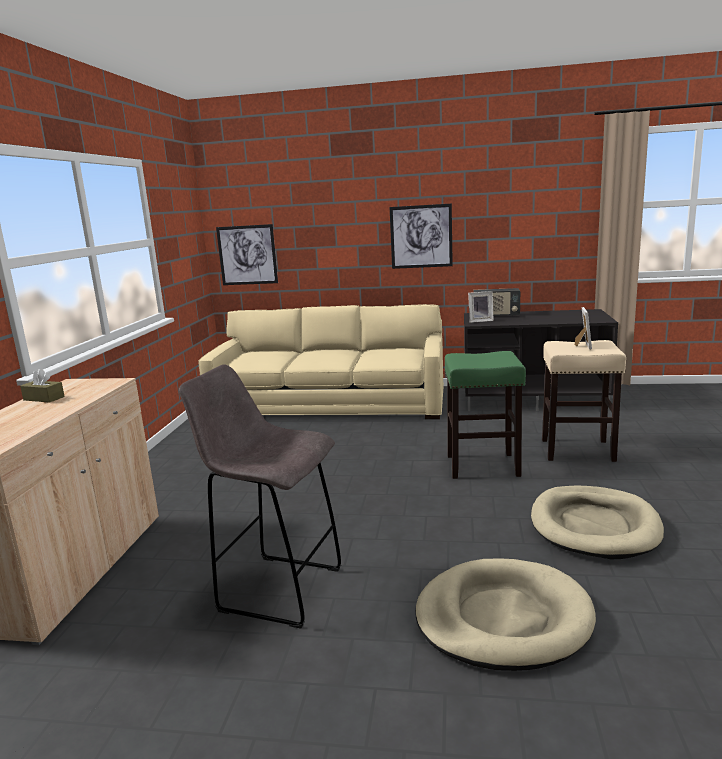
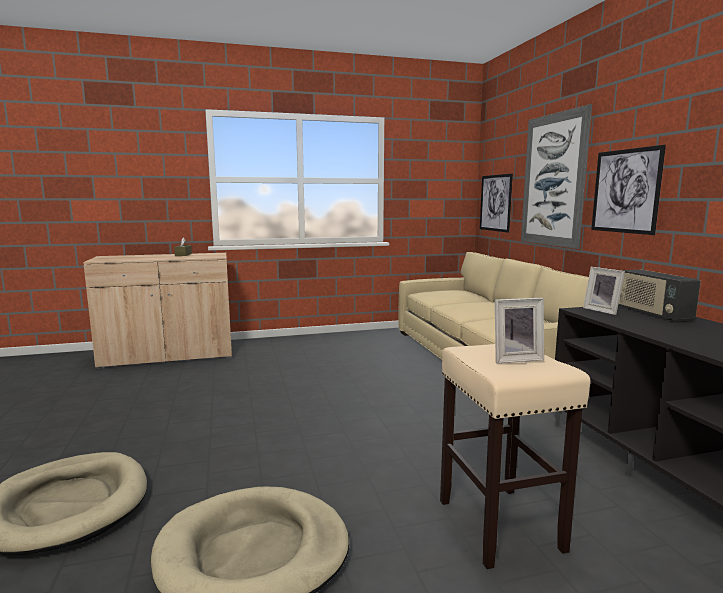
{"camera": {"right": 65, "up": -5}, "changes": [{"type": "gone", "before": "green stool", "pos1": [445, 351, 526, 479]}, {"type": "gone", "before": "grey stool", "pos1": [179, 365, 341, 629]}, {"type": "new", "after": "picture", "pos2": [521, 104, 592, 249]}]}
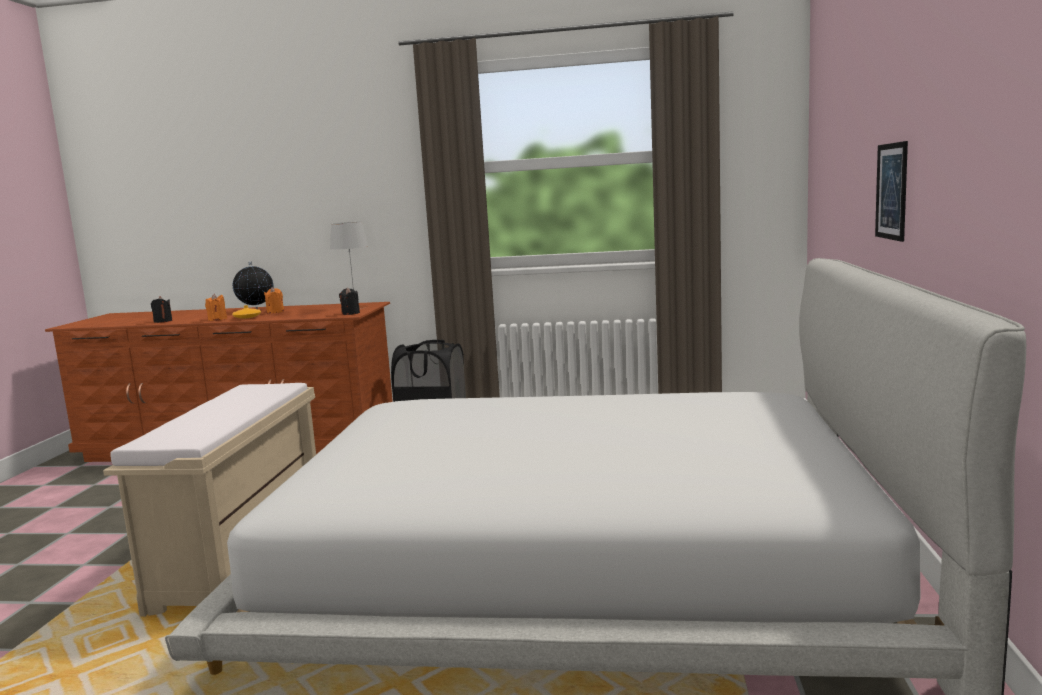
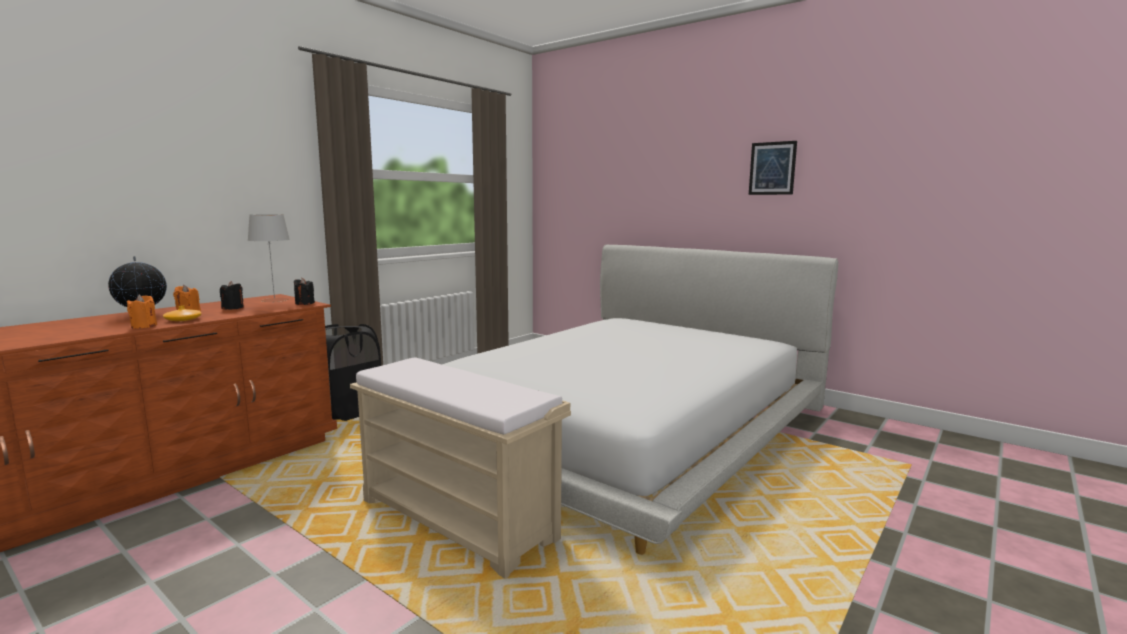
{"camera": {"right": -60, "up": 0}, "changes": [{"type": "shifted", "before": "picture", "pos1": [875, 141, 908, 242], "pos2": [749, 141, 797, 195]}, {"type": "shifted", "before": "black candle", "pos1": [151, 296, 173, 323], "pos2": [220, 281, 244, 310]}]}
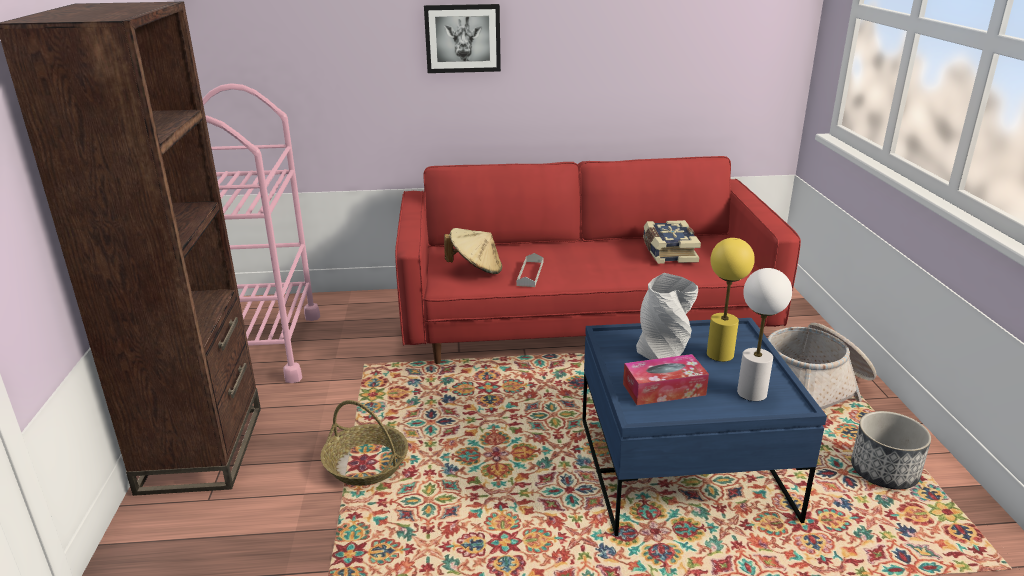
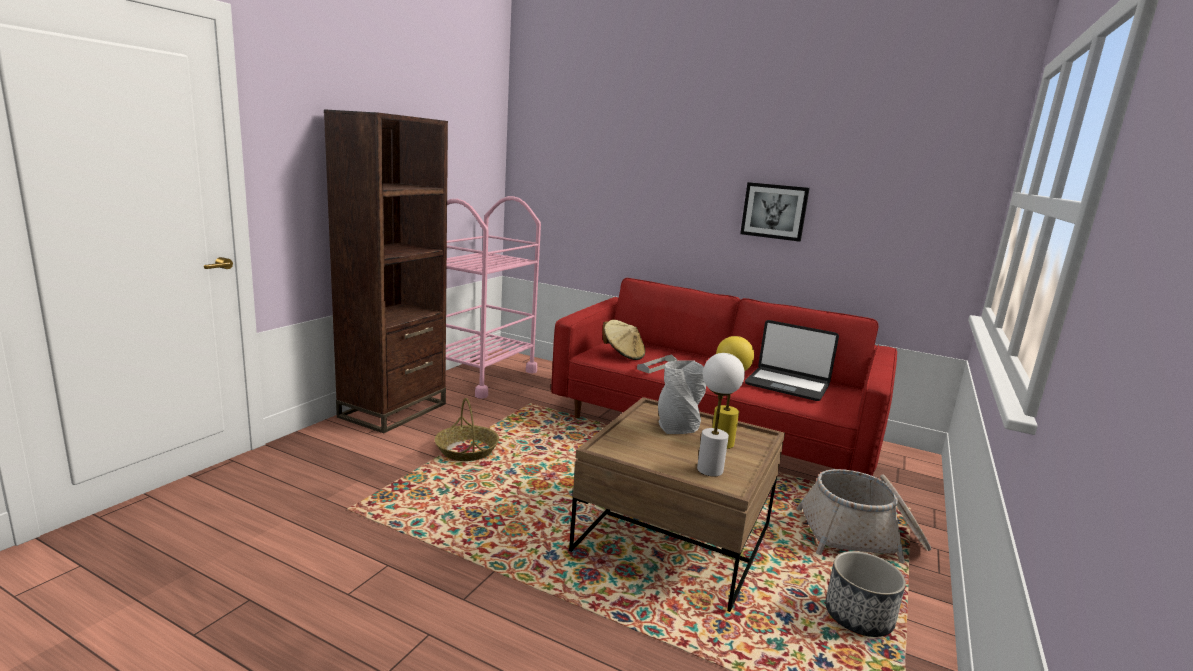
{"camera": {"right": 30, "up": -10}, "changes": [{"type": "shifted", "before": "picture", "pos1": [424, 4, 501, 73], "pos2": [740, 182, 810, 242]}, {"type": "swapped", "before": "book", "after": "laptop", "pos1": [643, 220, 701, 264], "pos2": [745, 320, 839, 401]}, {"type": "repainted", "before": "blue coffee table", "after": "brown coffee table", "pos1": [582, 318, 827, 536], "pos2": [569, 397, 785, 612]}, {"type": "gone", "before": "tissue box", "pos1": [623, 354, 709, 405]}]}
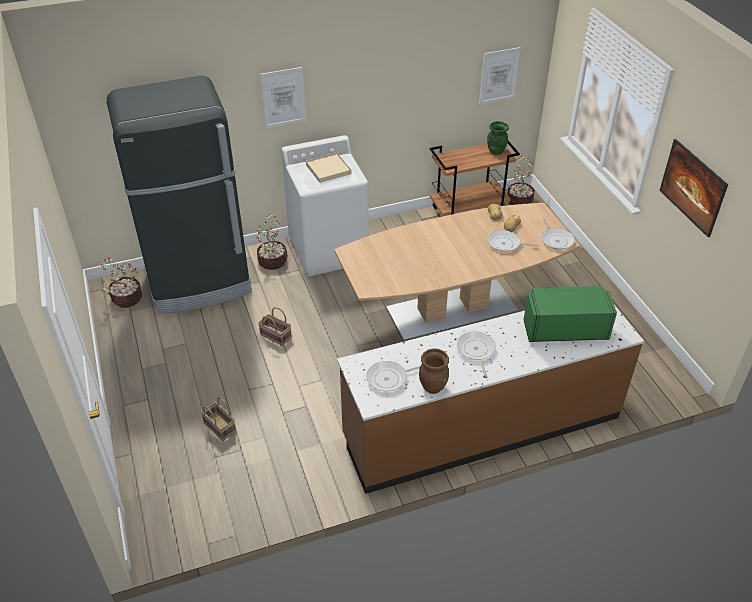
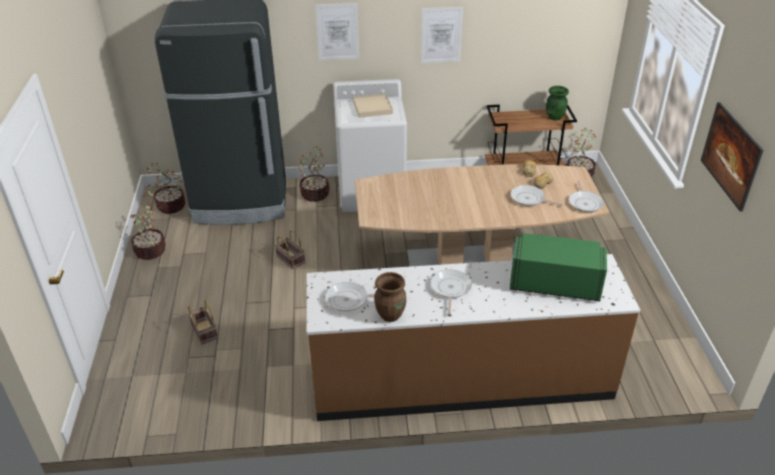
{"camera": {"right": 15, "up": -5}, "changes": [{"type": "shifted", "before": "picture", "pos1": [479, 47, 521, 104], "pos2": [421, 7, 463, 63]}, {"type": "new", "after": "potted plant", "pos2": [130, 204, 166, 260]}]}
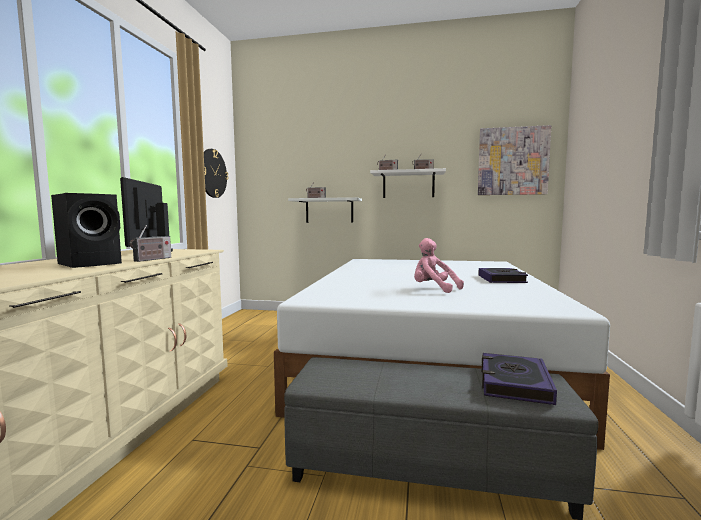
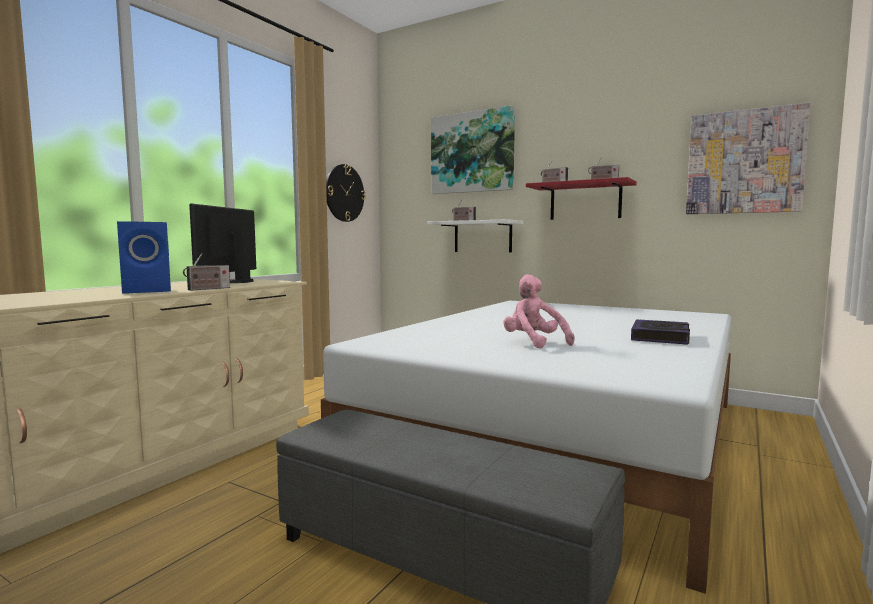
{"camera": {"right": 20, "up": 0}, "changes": [{"type": "repainted", "before": "white shelf", "after": "red shelf", "pos1": [370, 168, 446, 198], "pos2": [526, 177, 637, 220]}, {"type": "repainted", "before": "black speaker", "after": "blue speaker", "pos1": [51, 193, 122, 268], "pos2": [117, 221, 171, 293]}, {"type": "gone", "before": "book", "pos1": [481, 353, 557, 405]}, {"type": "new", "after": "picture", "pos2": [431, 105, 515, 194]}]}
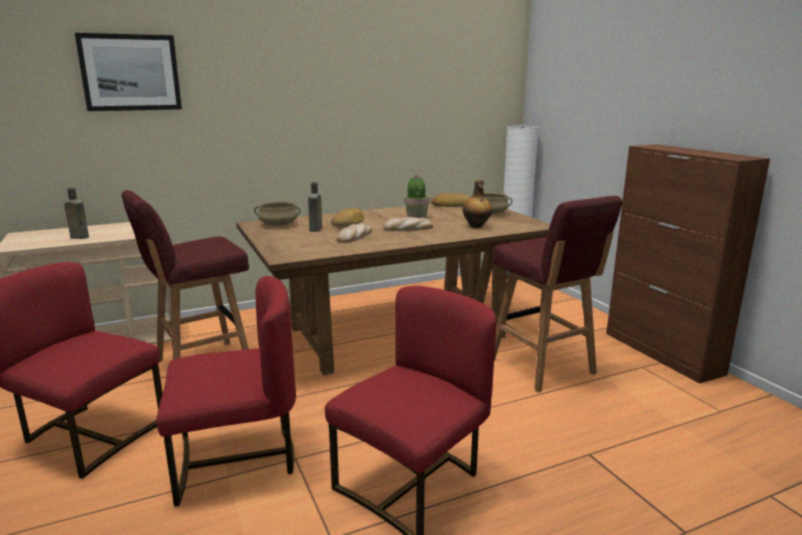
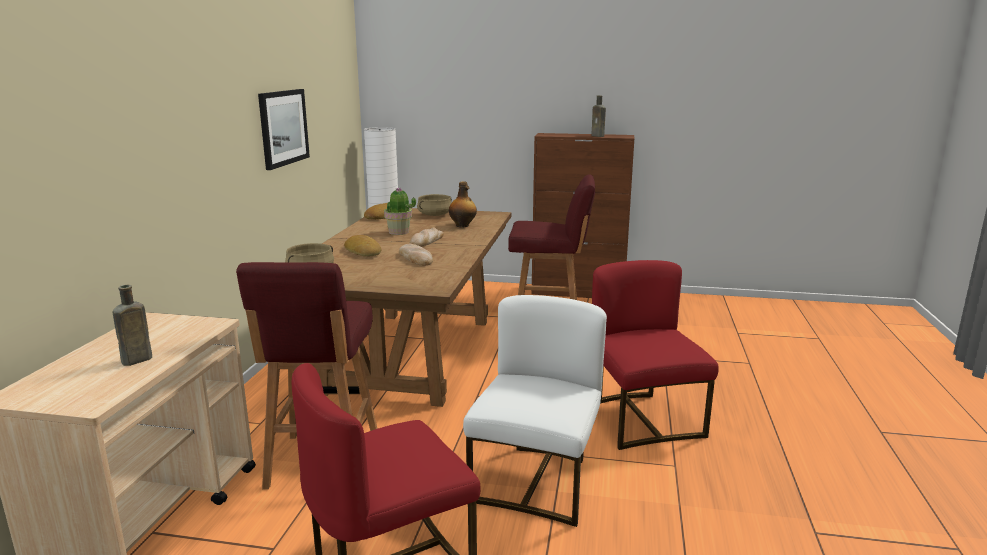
{"camera": {"right": -55, "up": 0}, "changes": [{"type": "shifted", "before": "picture", "pos1": [75, 33, 182, 111], "pos2": [258, 89, 310, 170]}, {"type": "shifted", "before": "brown bottle", "pos1": [308, 182, 322, 232], "pos2": [591, 95, 606, 137]}, {"type": "repainted", "before": "red chair", "after": "white chair", "pos1": [156, 276, 296, 507], "pos2": [463, 295, 607, 527]}]}
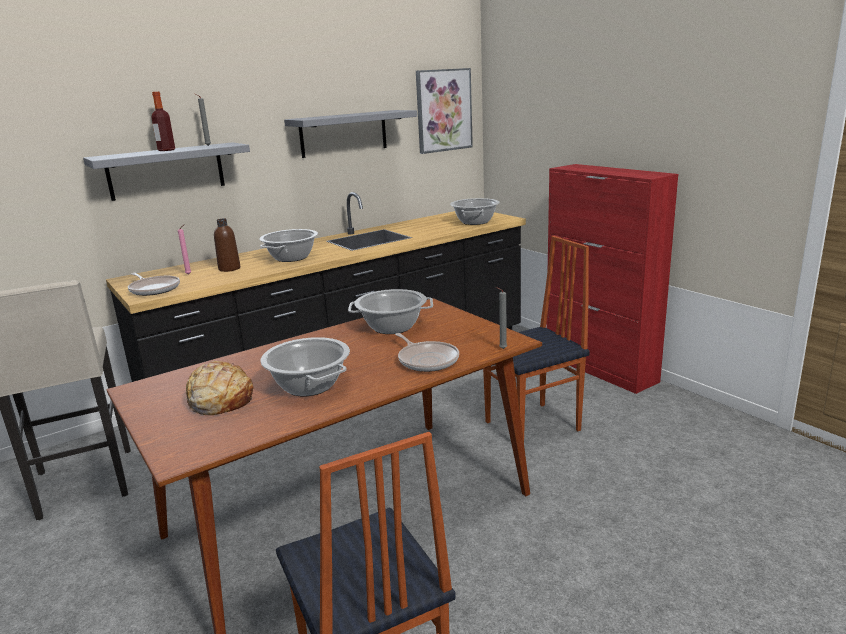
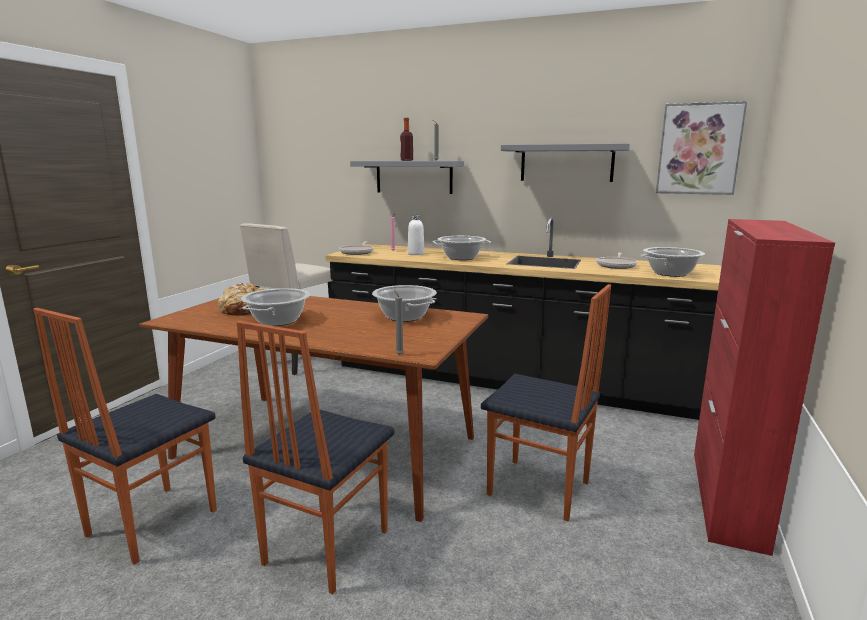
{"camera": {"right": 55, "up": -5}, "changes": [{"type": "repainted", "before": "brown bottle", "after": "white bottle", "pos1": [214, 218, 240, 272], "pos2": [408, 214, 424, 255]}, {"type": "shifted", "before": "frying pan", "pos1": [395, 333, 459, 372], "pos2": [596, 253, 638, 269]}, {"type": "new", "after": "chair", "pos2": [236, 320, 394, 594]}]}
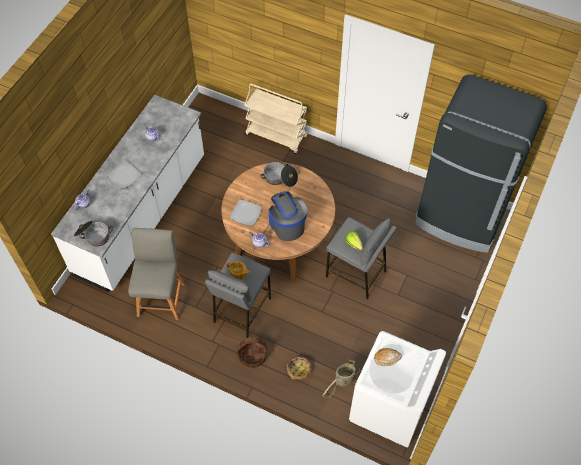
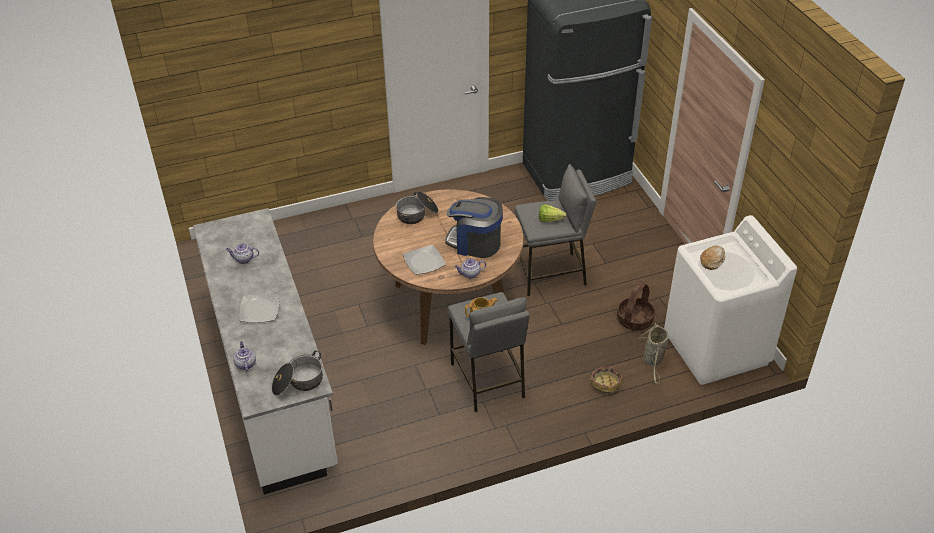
{"camera": {"right": -45, "up": -15}, "changes": [{"type": "gone", "before": "beige cart", "pos1": [244, 84, 307, 154]}, {"type": "gone", "before": "grey chair", "pos1": [128, 228, 185, 320]}, {"type": "shifted", "before": "basket", "pos1": [237, 337, 267, 368], "pos2": [617, 282, 655, 331]}]}
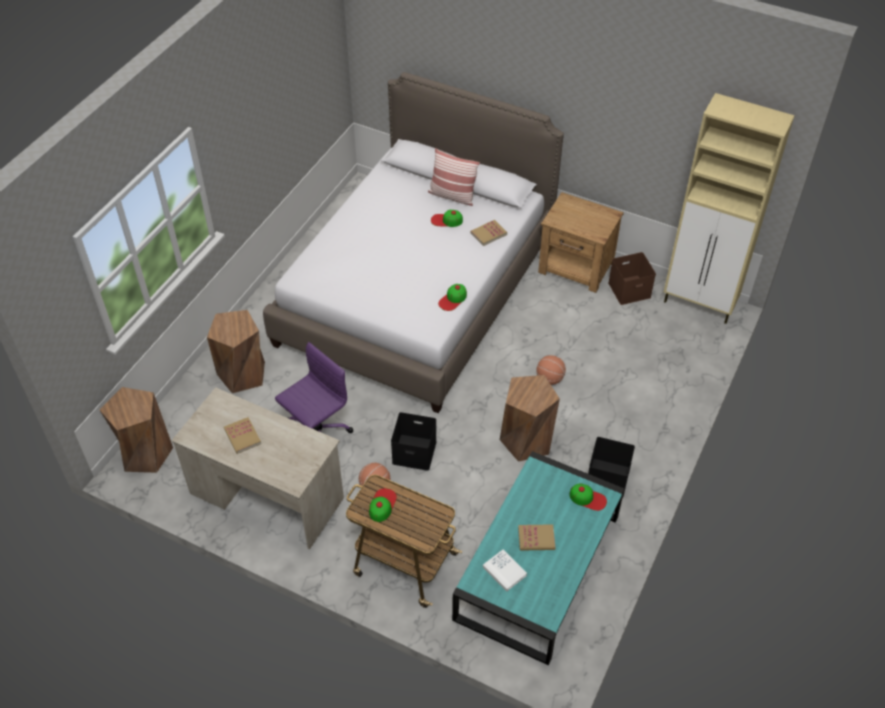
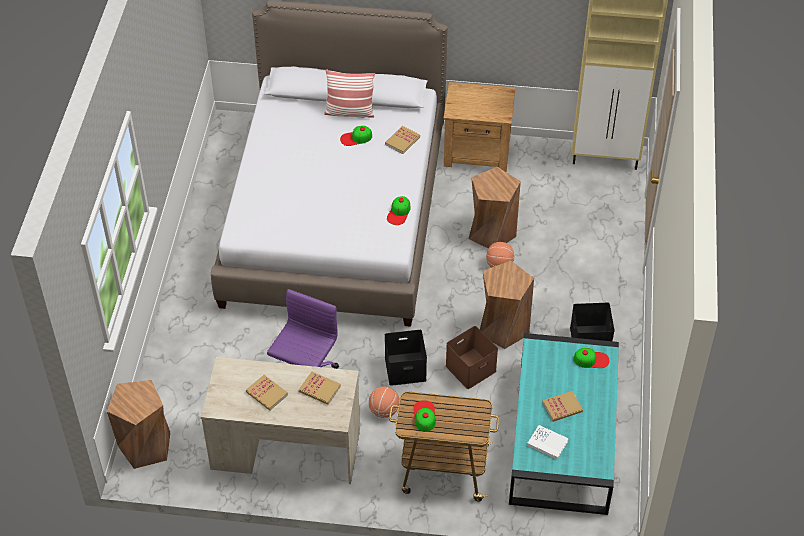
{"camera": {"right": -20, "up": 0}, "changes": [{"type": "shifted", "before": "brown storage box", "pos1": [608, 252, 656, 305], "pos2": [446, 326, 498, 389]}, {"type": "shifted", "before": "brown stool", "pos1": [207, 310, 265, 394], "pos2": [469, 167, 521, 248]}, {"type": "new", "after": "book", "pos2": [299, 371, 341, 405]}]}
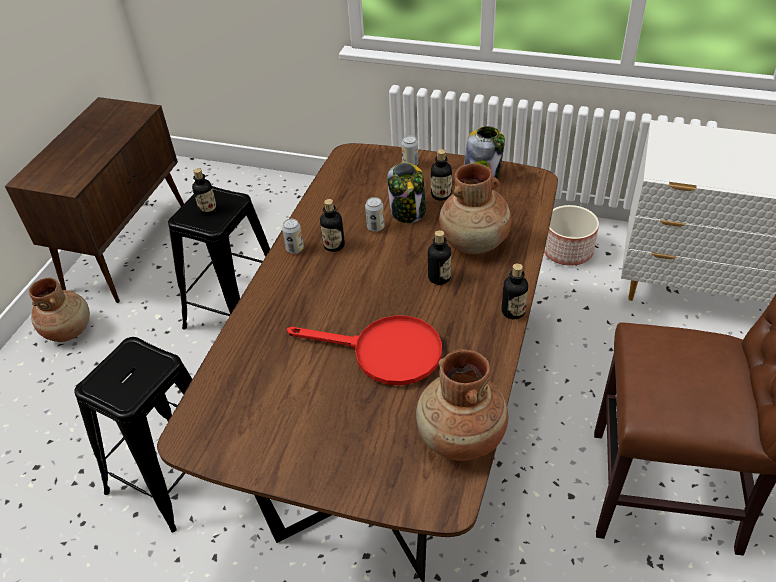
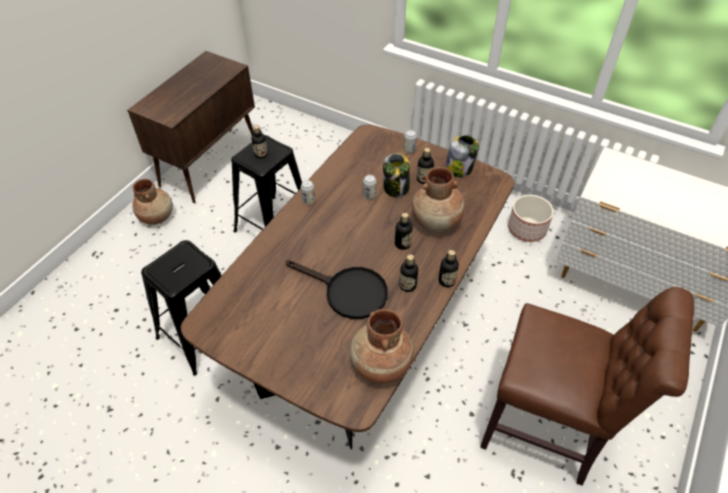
{"camera": {"right": 10, "up": 5}, "changes": [{"type": "shifted", "before": "bottle", "pos1": [320, 199, 345, 252], "pos2": [399, 254, 418, 292]}, {"type": "repainted", "before": "red frying pan", "after": "black frying pan", "pos1": [287, 315, 442, 385], "pos2": [286, 260, 388, 319]}]}
